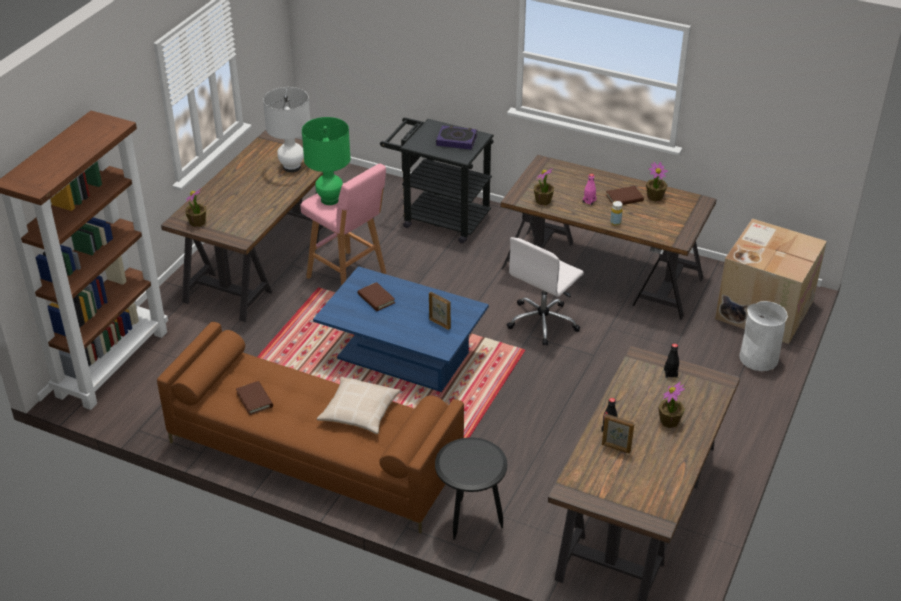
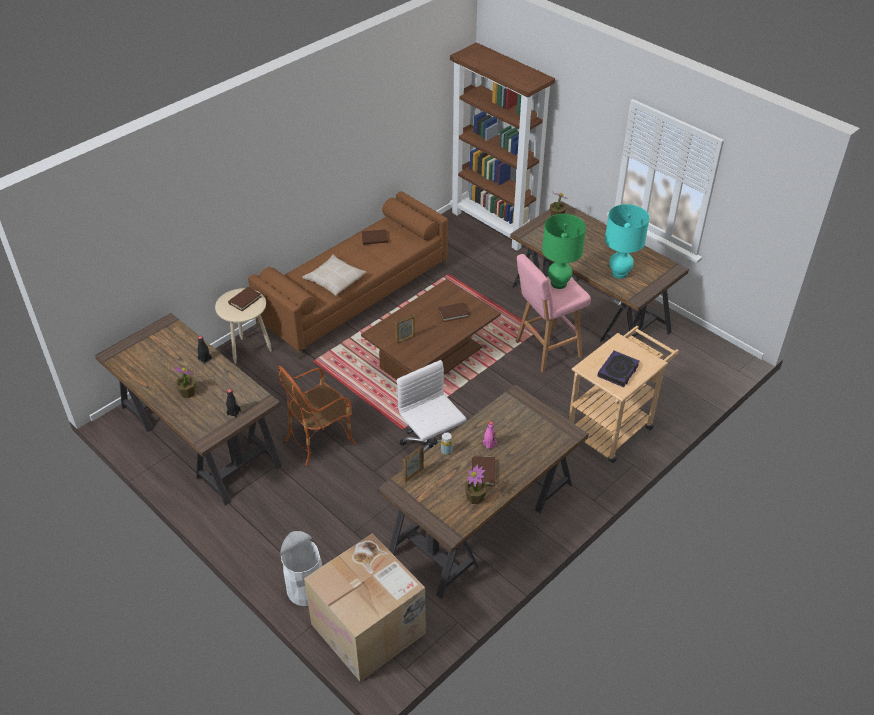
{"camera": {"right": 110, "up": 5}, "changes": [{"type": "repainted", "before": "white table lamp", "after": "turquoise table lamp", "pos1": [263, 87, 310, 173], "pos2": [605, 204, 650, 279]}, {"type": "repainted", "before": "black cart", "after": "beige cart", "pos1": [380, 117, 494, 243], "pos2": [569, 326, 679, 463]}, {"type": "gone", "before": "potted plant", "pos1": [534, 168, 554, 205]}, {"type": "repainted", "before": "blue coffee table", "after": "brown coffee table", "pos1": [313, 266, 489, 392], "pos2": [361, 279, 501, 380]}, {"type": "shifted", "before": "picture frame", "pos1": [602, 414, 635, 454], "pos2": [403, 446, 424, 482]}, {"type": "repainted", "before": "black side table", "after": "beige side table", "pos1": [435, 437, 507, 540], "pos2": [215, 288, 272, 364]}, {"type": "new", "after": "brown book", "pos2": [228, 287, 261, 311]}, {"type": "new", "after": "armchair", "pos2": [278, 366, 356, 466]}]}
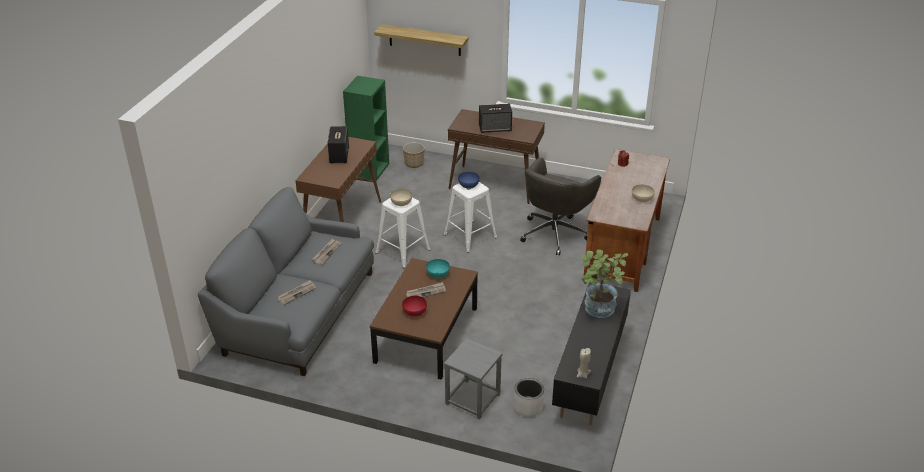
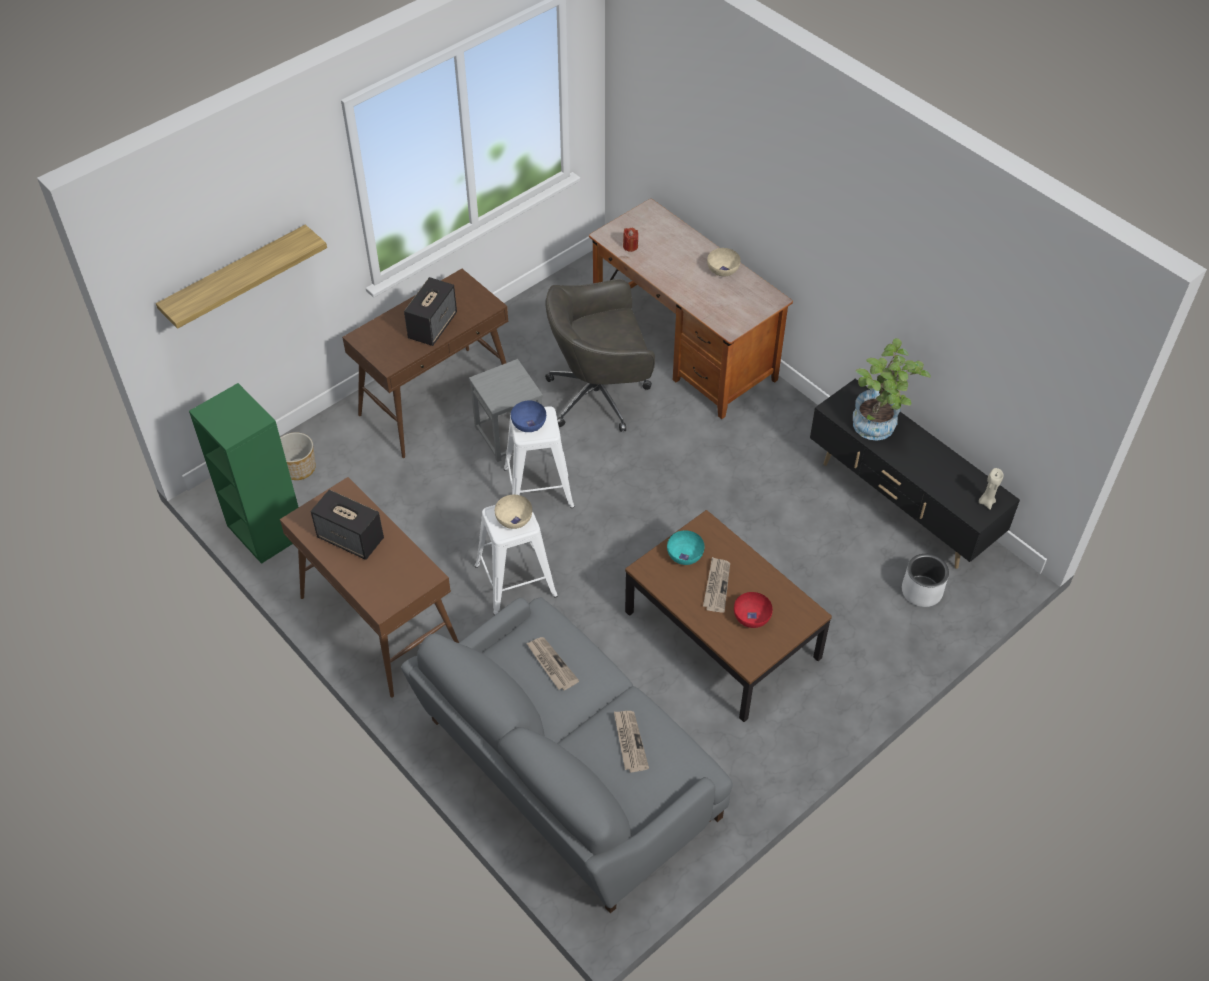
{"camera": {"right": -60, "up": 15}, "changes": [{"type": "rotated", "before": "grey office chair", "pos1": [520, 157, 601, 256], "pos2": [545, 279, 655, 432], "turn": 105}, {"type": "shifted", "before": "grey stool", "pos1": [444, 338, 503, 419], "pos2": [469, 359, 543, 462]}]}
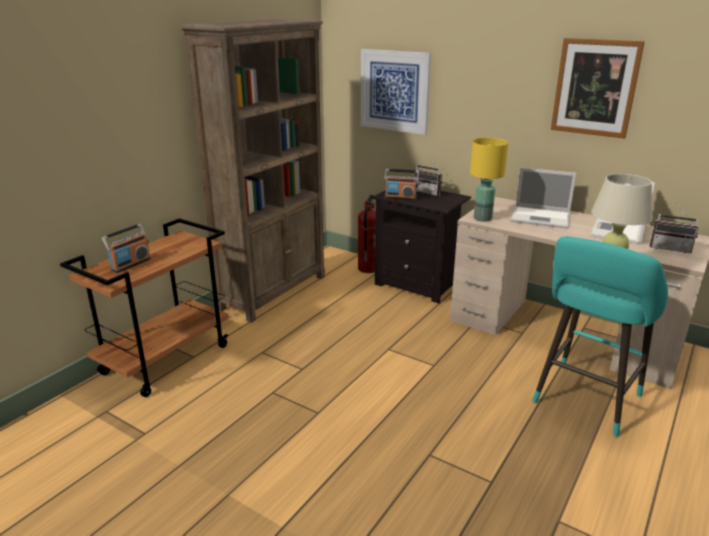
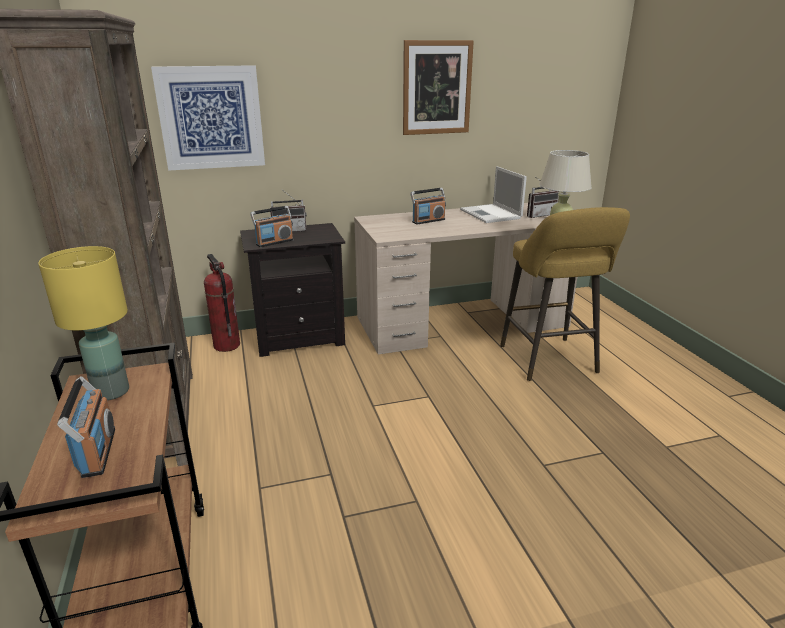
{"camera": {"right": -50, "up": 0}, "changes": [{"type": "shifted", "before": "yellow table lamp", "pos1": [470, 138, 509, 222], "pos2": [38, 246, 129, 400]}, {"type": "swapped", "before": "laptop", "after": "radio", "pos1": [511, 168, 577, 229], "pos2": [410, 188, 446, 224]}, {"type": "repainted", "before": "turquoise stool", "after": "yellow stool", "pos1": [532, 236, 668, 437], "pos2": [500, 207, 630, 381]}]}
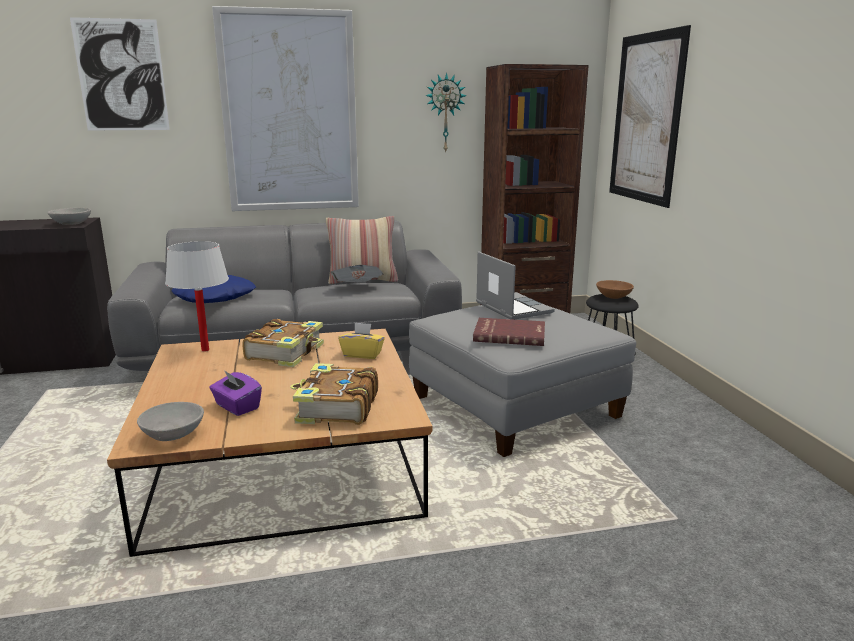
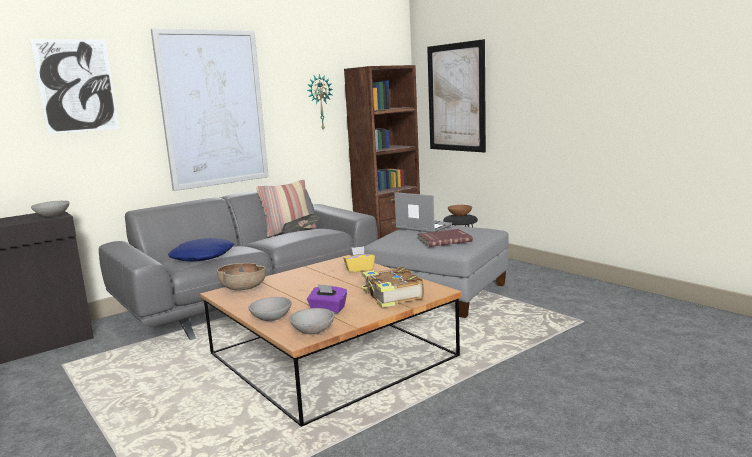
{"camera": {"right": -25, "up": -5}, "changes": [{"type": "swapped", "before": "white table lamp", "after": "brown bowl", "pos1": [165, 241, 229, 352], "pos2": [217, 263, 266, 291]}, {"type": "gone", "before": "book", "pos1": [242, 319, 324, 367]}, {"type": "new", "after": "grey bowl", "pos2": [248, 297, 292, 321]}]}
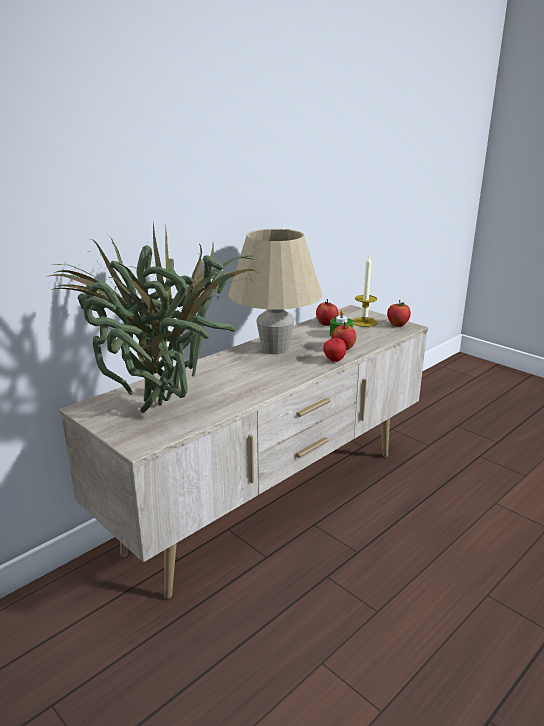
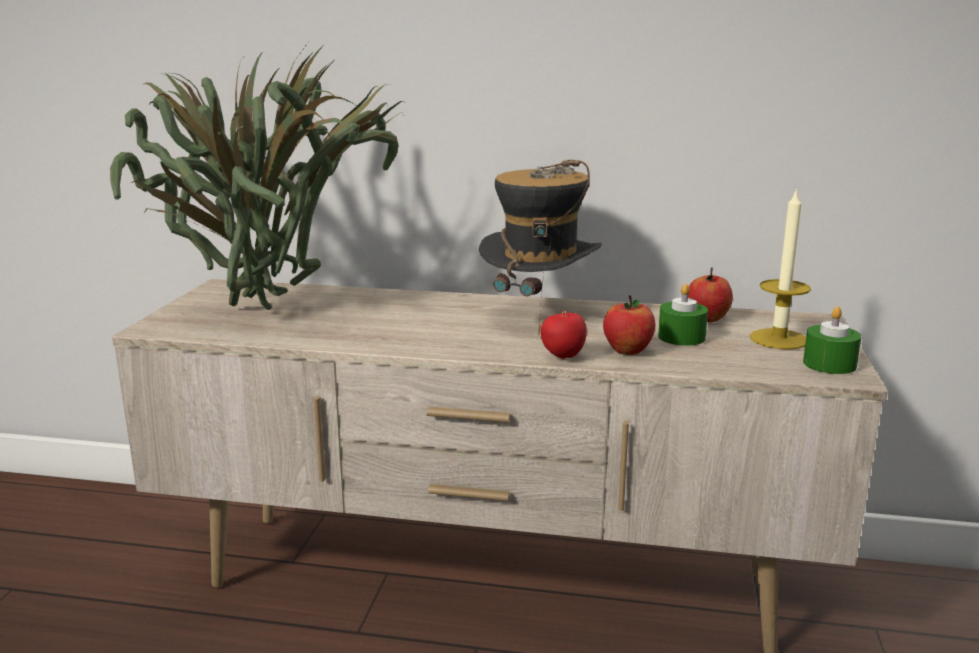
{"camera": {"right": 55, "up": -5}, "changes": [{"type": "swapped", "before": "beige table lamp", "after": "hat", "pos1": [228, 229, 322, 354], "pos2": [479, 160, 602, 337]}, {"type": "swapped", "before": "apple", "after": "green candle", "pos1": [387, 300, 411, 327], "pos2": [803, 307, 861, 374]}]}
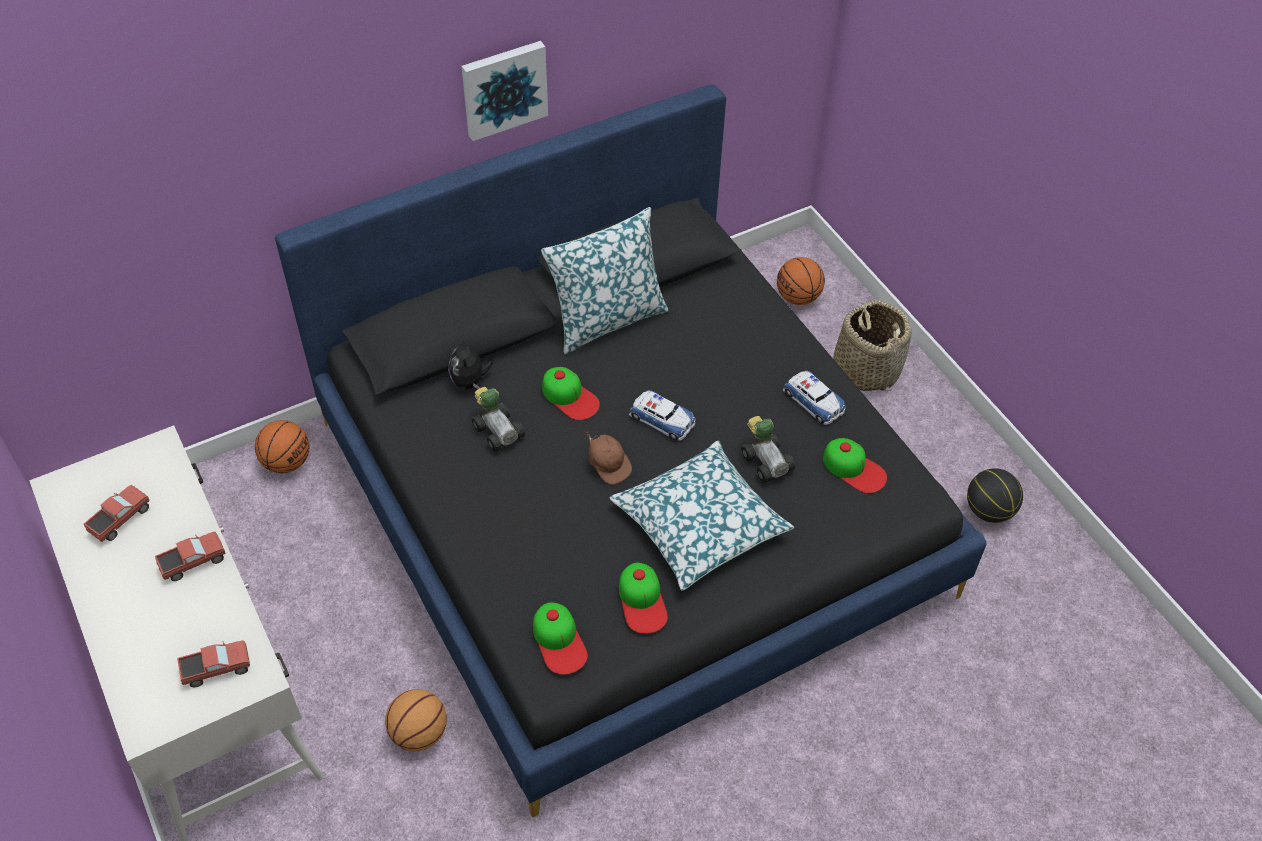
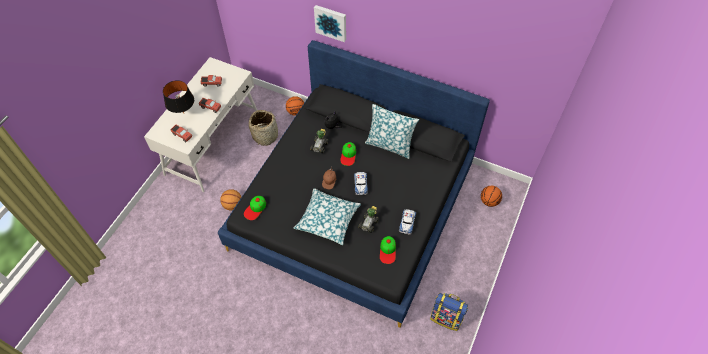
{"camera": {"right": 55, "up": 5}, "changes": [{"type": "shifted", "before": "picture", "pos1": [462, 41, 548, 141], "pos2": [314, 5, 346, 42]}, {"type": "shifted", "before": "basket", "pos1": [833, 300, 912, 391], "pos2": [249, 110, 278, 146]}, {"type": "swapped", "before": "basketball", "after": "backpack", "pos1": [967, 468, 1023, 523], "pos2": [430, 293, 468, 331]}, {"type": "gone", "before": "cap", "pos1": [619, 563, 668, 634]}, {"type": "new", "after": "black table lamp", "pos2": [163, 80, 194, 113]}]}
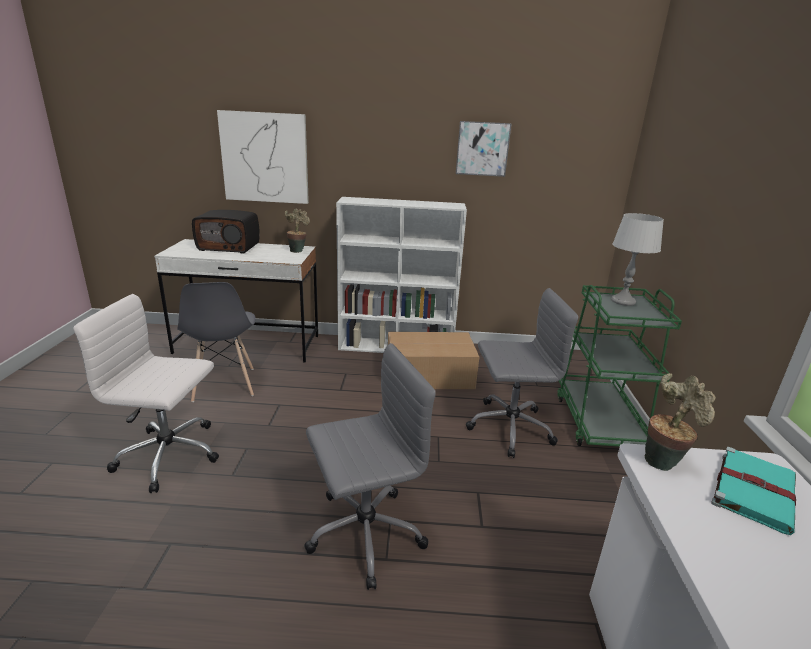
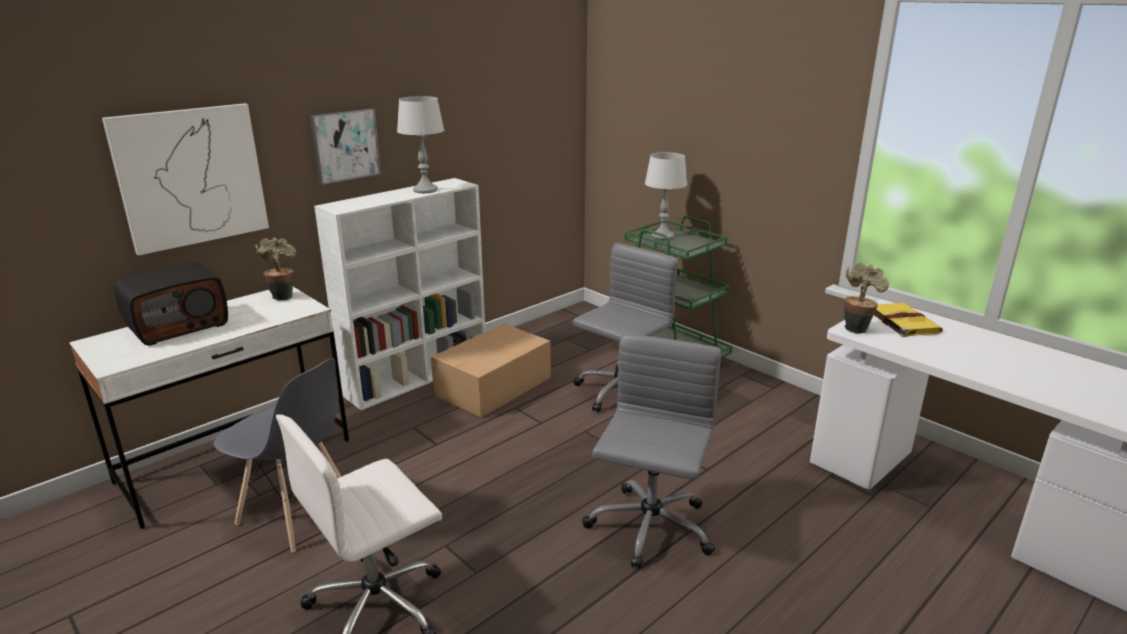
{"camera": {"right": -45, "up": 0}, "changes": [{"type": "shifted", "before": "picture", "pos1": [456, 121, 511, 177], "pos2": [310, 109, 381, 185]}, {"type": "repainted", "before": "turquoise book", "after": "yellow book", "pos1": [711, 447, 796, 535], "pos2": [874, 303, 943, 337]}, {"type": "new", "after": "grey table lamp", "pos2": [397, 96, 444, 193]}]}
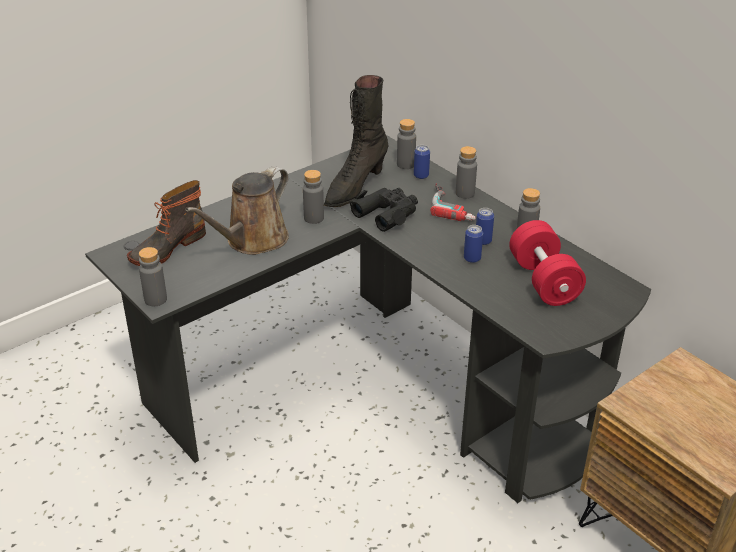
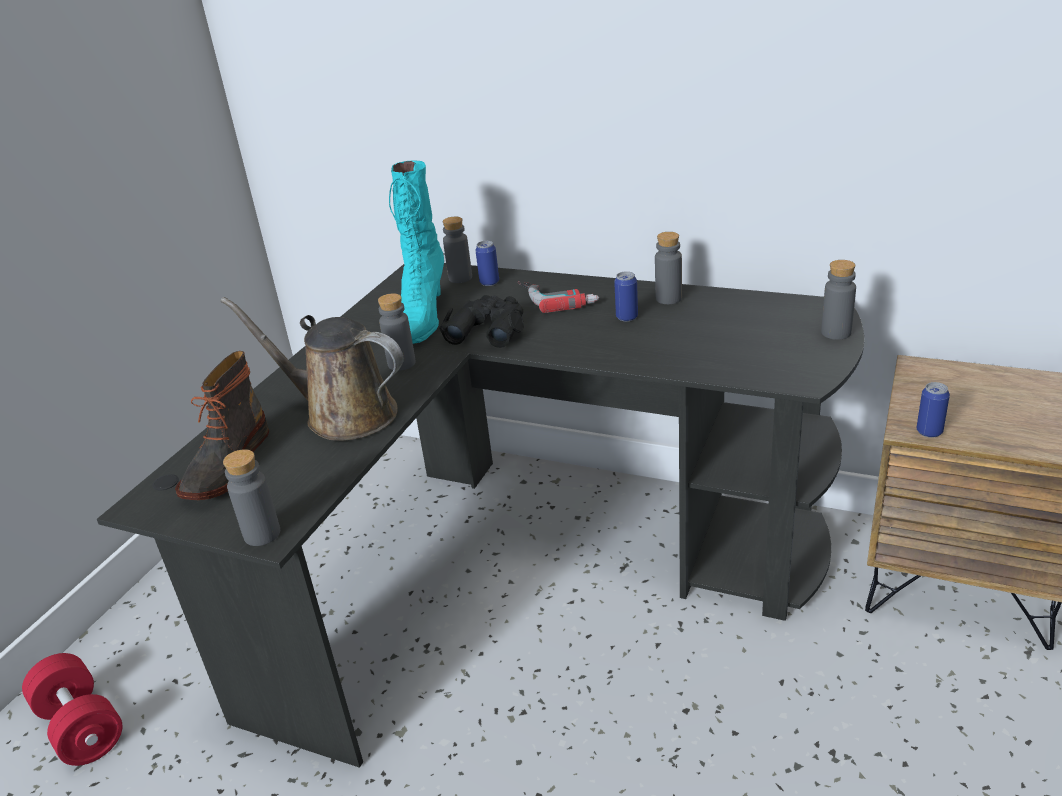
{"camera": {"right": -25, "up": -5}, "changes": [{"type": "repainted", "before": "black boot", "after": "turquoise boot", "pos1": [324, 75, 388, 207], "pos2": [389, 161, 444, 344]}, {"type": "shifted", "before": "grey bottle", "pos1": [456, 146, 477, 199], "pos2": [821, 260, 856, 340]}, {"type": "rotated", "before": "brown watering can", "pos1": [185, 166, 289, 255], "pos2": [220, 297, 404, 441], "turn": 105}, {"type": "shifted", "before": "red dumbbell", "pos1": [509, 220, 586, 306], "pos2": [22, 653, 122, 766]}, {"type": "shifted", "before": "can", "pos1": [464, 225, 483, 263], "pos2": [916, 382, 950, 438]}]}
